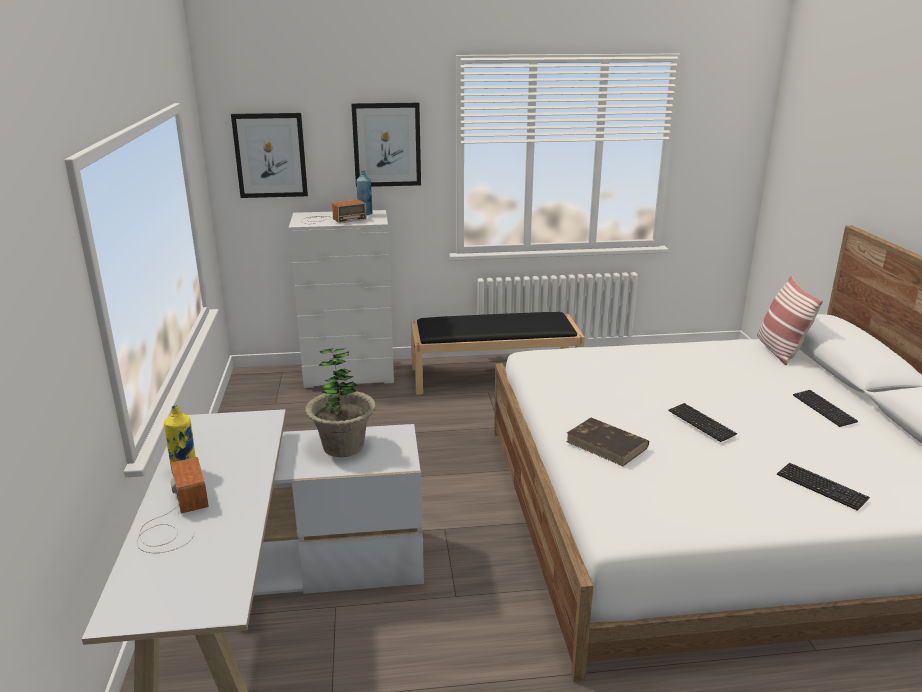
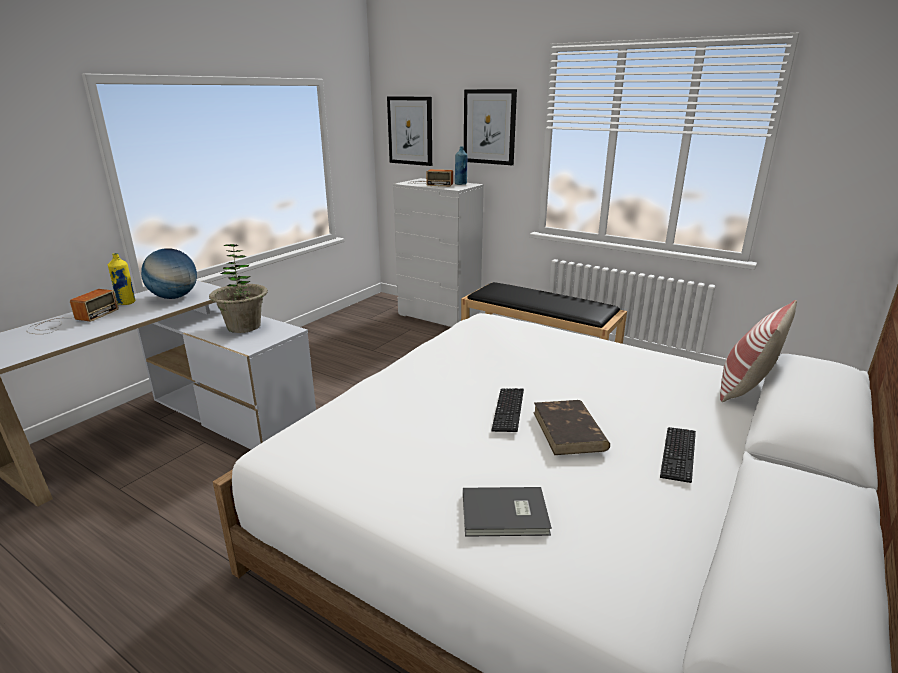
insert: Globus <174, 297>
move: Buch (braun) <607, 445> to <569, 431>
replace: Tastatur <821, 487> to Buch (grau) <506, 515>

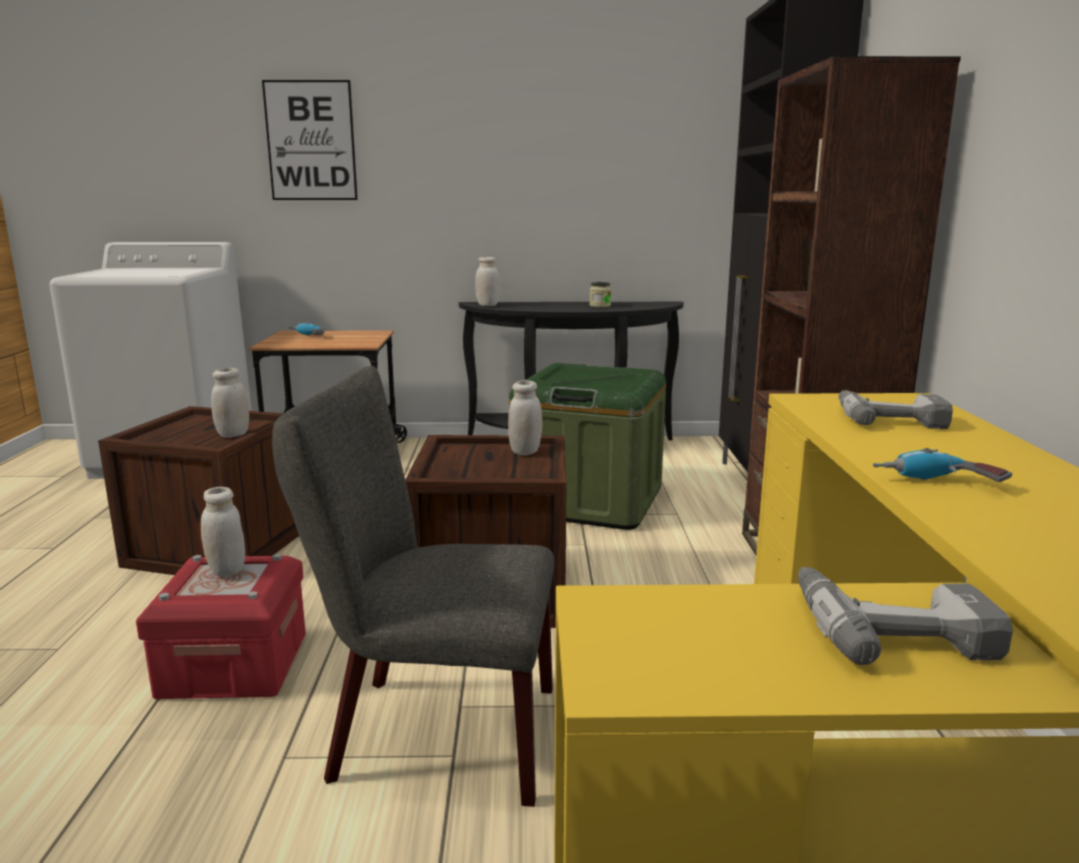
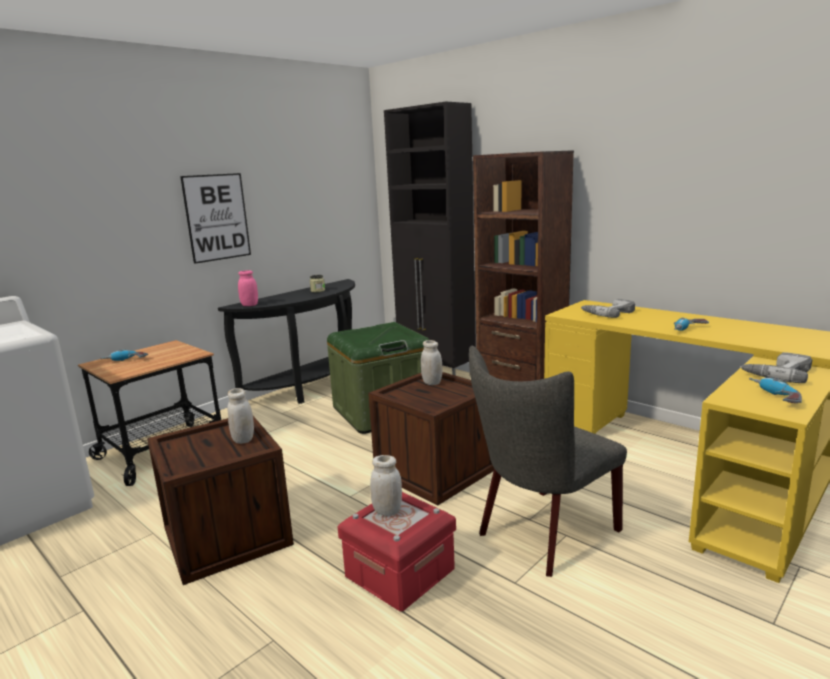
insert: Bohrmaschine <773, 397>
move: Bild <311, 141> to <217, 217>
recolor: Vorratsglas (weiß) <487, 305> to Vorratsglas (rosa) <249, 305>

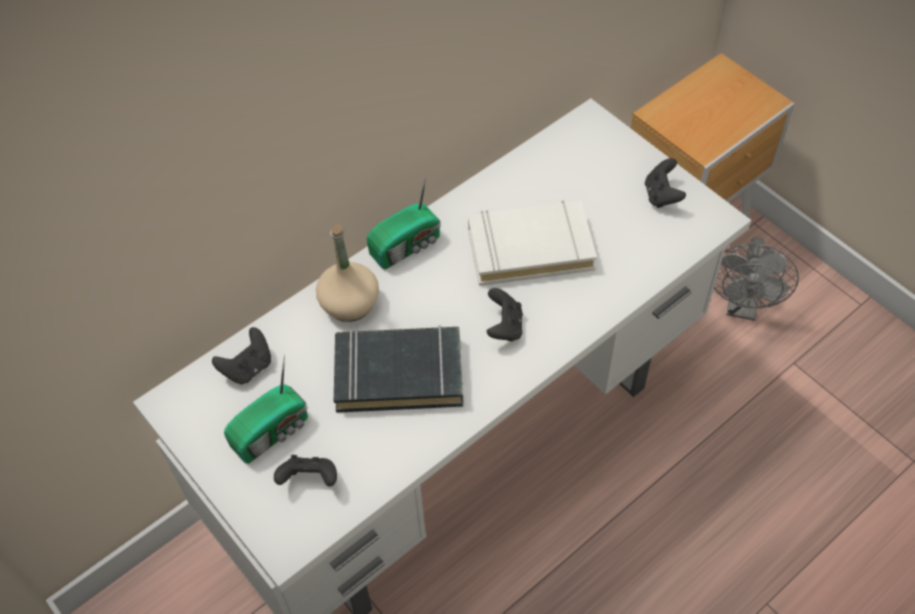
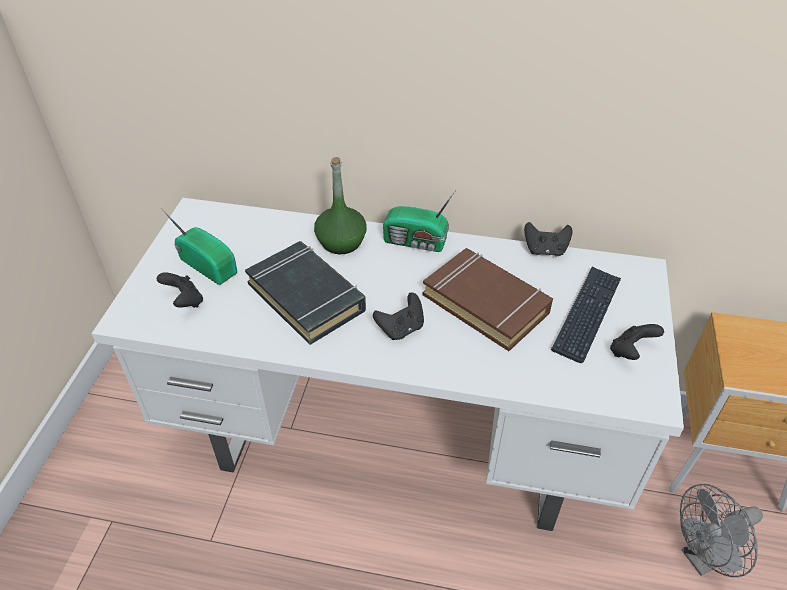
insert: Tastatur <587, 314>
move: Gamepad (schwarz) <248, 368> to <545, 250>
recolor: Buch (weiß) <530, 248> to Buch (braun) <486, 303>; Flasche (beige) <350, 303> to Flasche (grün) <341, 242>
rotate: Radio <273, 432> = <208, 264> 150 degrees counterclockwise

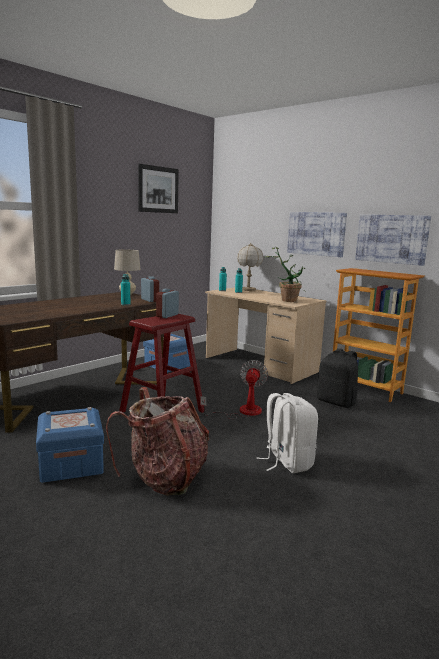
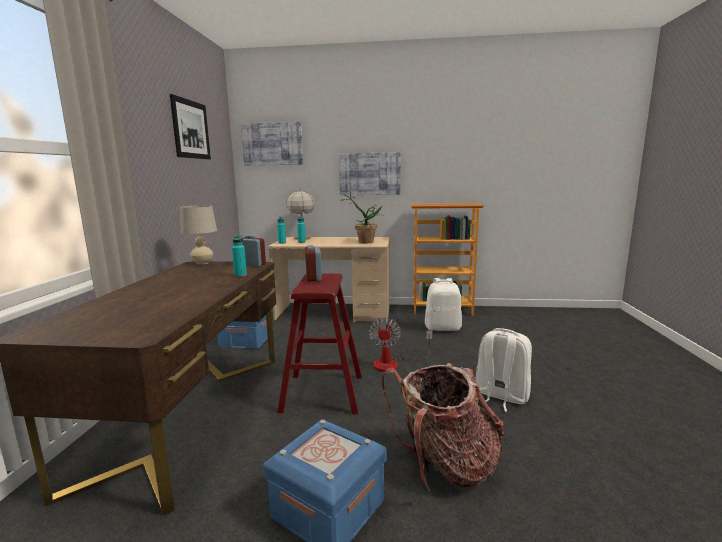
move: Bild <391, 239> to <272, 144>
recolor: Rucksack (schwarz) <336, 402> to Rucksack (weiß) <443, 328>
rotate: Ventilator <242, 412> = <393, 363> 150 degrees counterclockwise

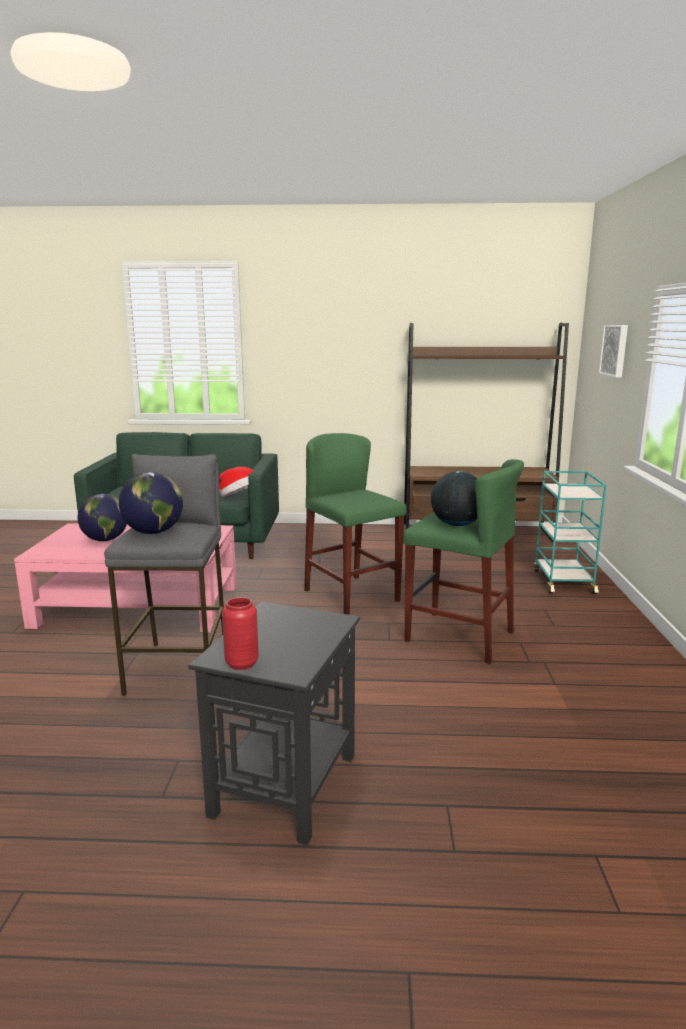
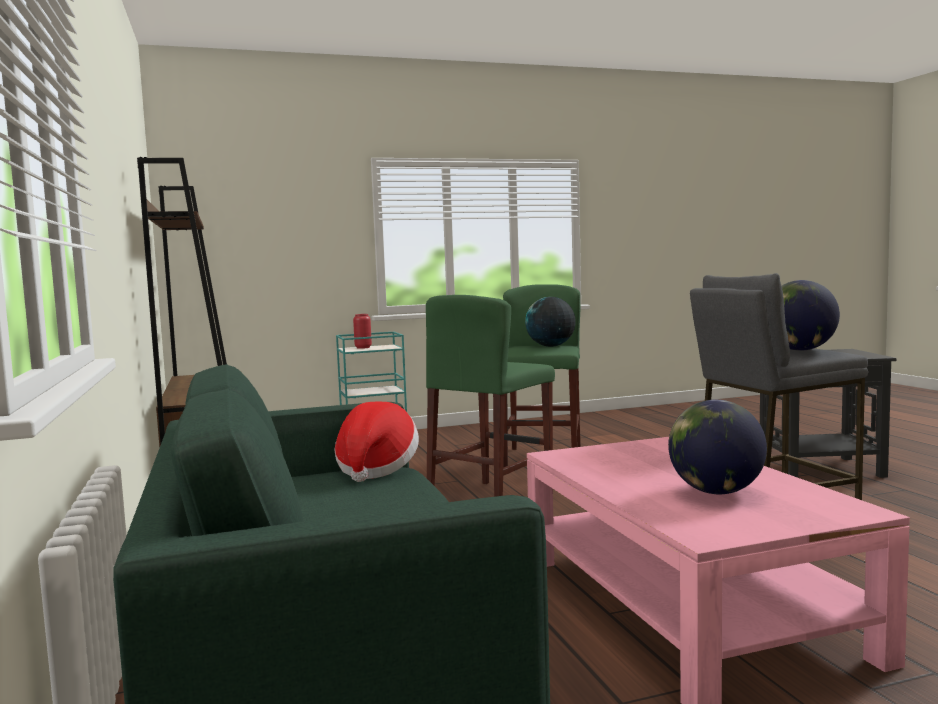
delete: Bild <615, 350>
move: Vase (rot) <242, 663> to <363, 347>

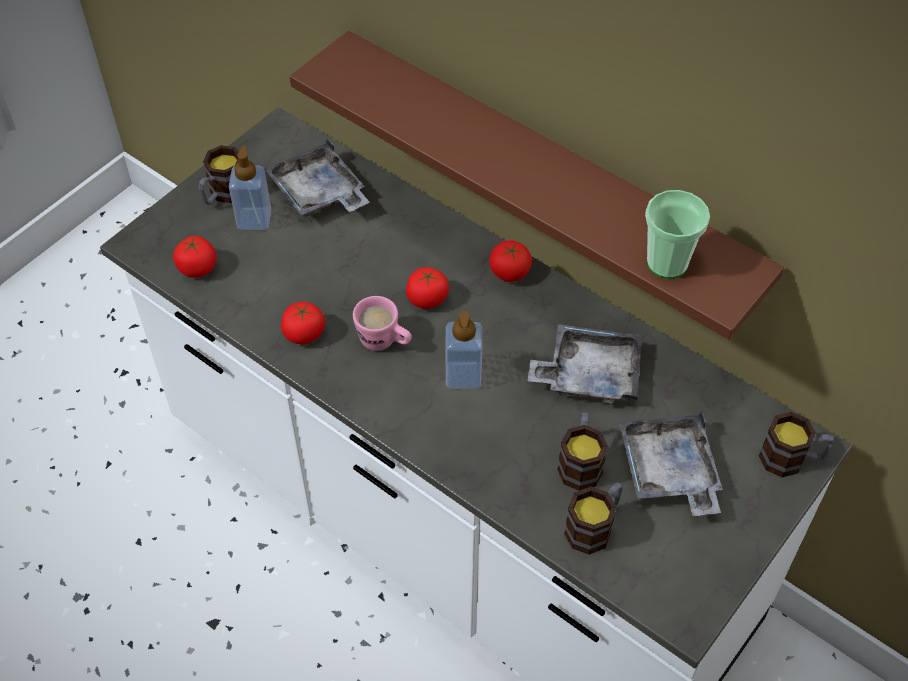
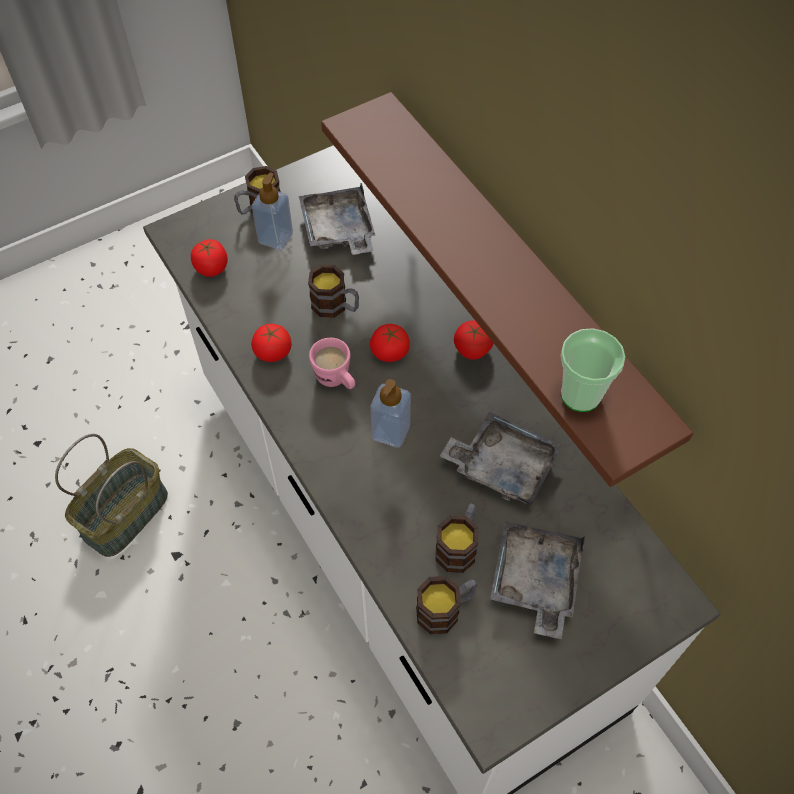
insert: Korb <125, 513>
move: Henkelbecher <791, 459> to <335, 306>

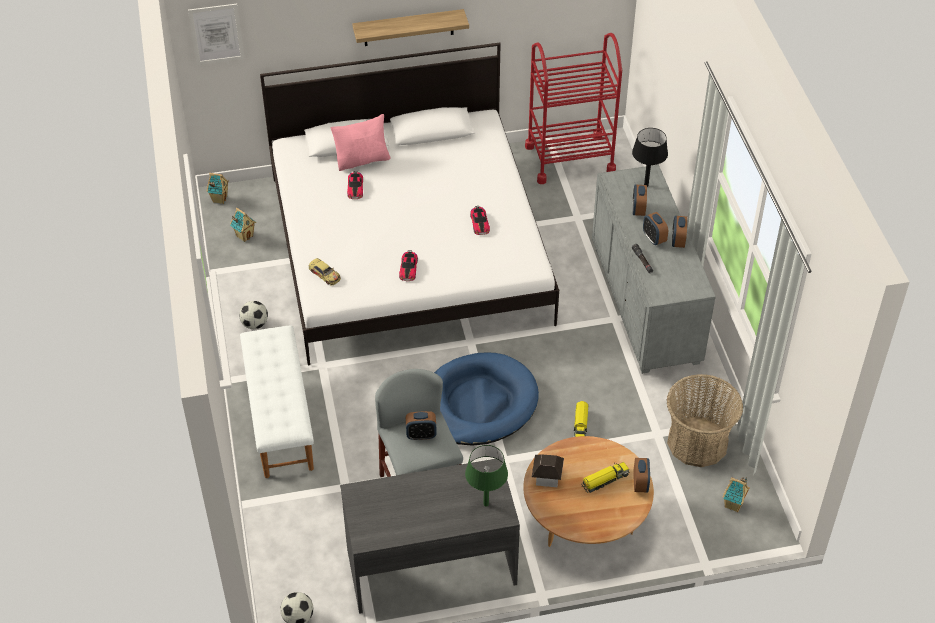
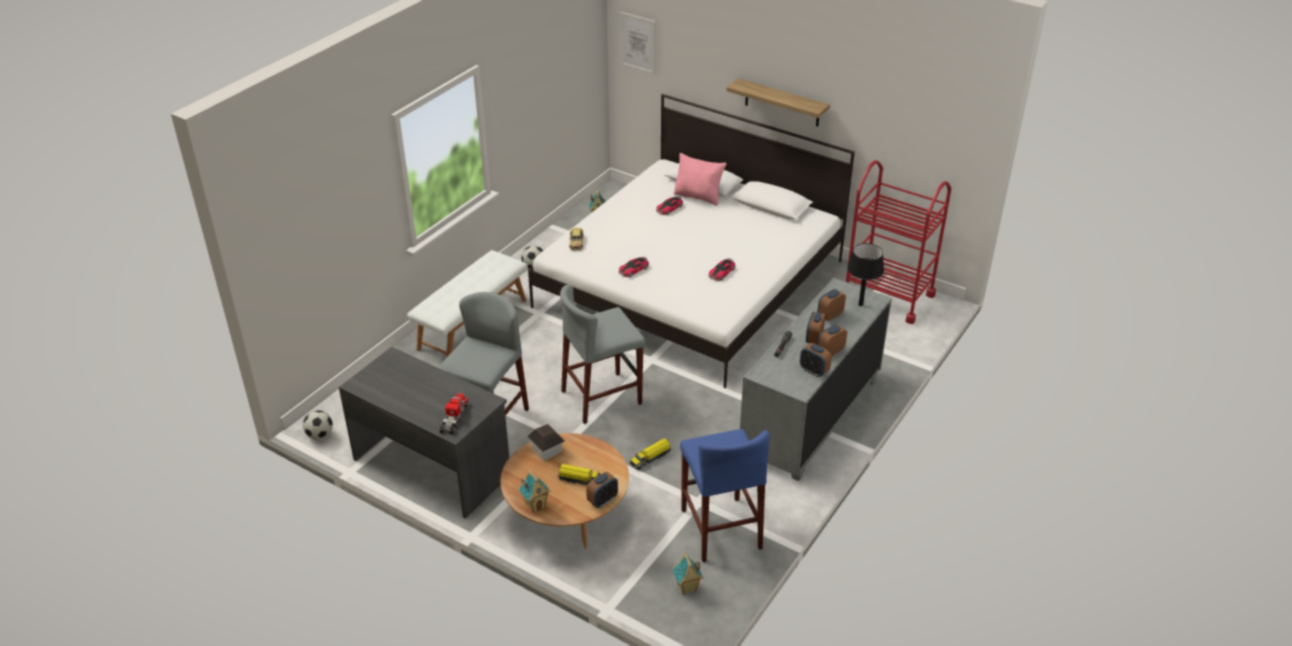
move: Spielzeughaus <219, 199> to <535, 505>; Wecker <421, 435> to <814, 371>
replace: Hundebett (blau) <478, 403> to Hocker (grau) <601, 397>; Korb <697, 442> to Hocker (blau) <720, 529>; Tischlampe (grün) <486, 504> to Spielzeuglaster <454, 418>

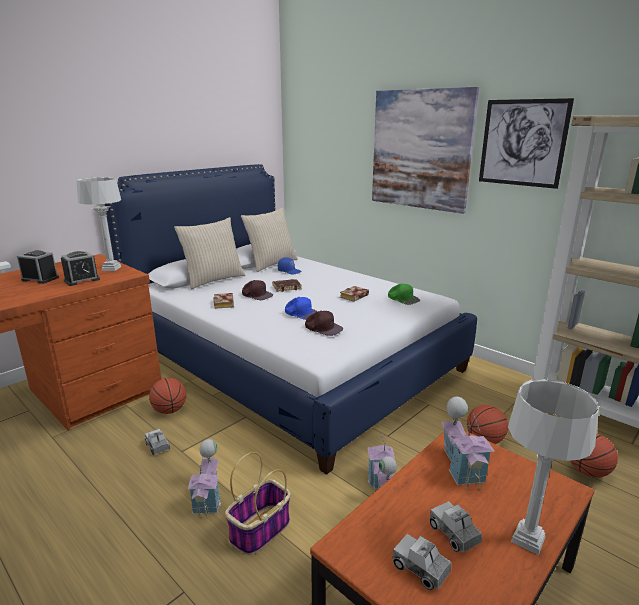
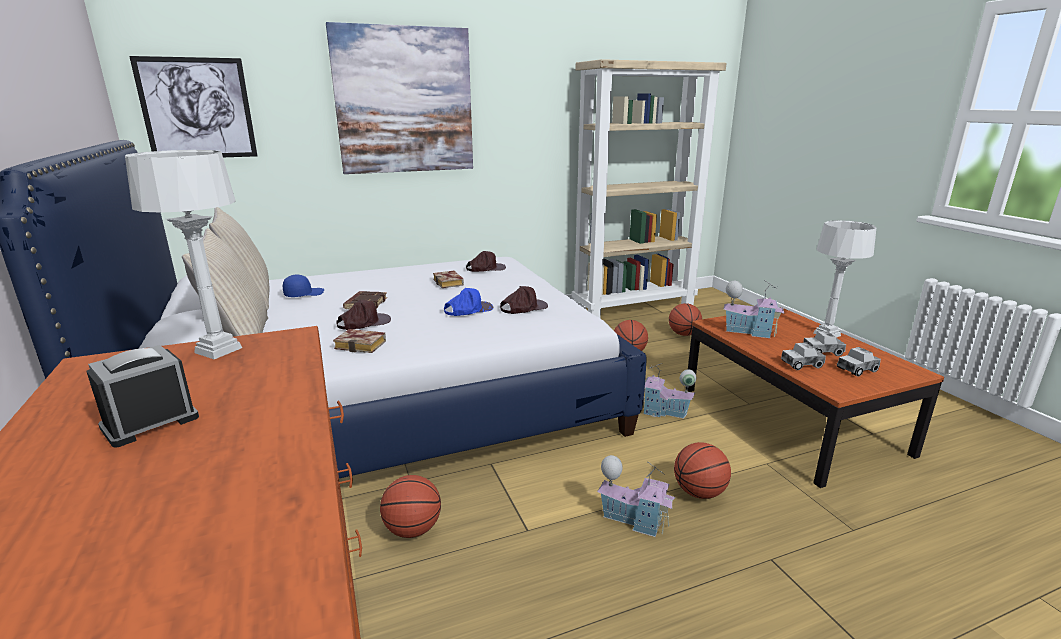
delete: Wecker <82, 280>
move: Bild <522, 143> to <197, 109>; Spielzeuglaster <157, 446> to <802, 364>
replace: Korb <260, 531> to Basketball <699, 492>
recolor: Kappe (grün) <403, 298> to Kappe (braun) <486, 268>

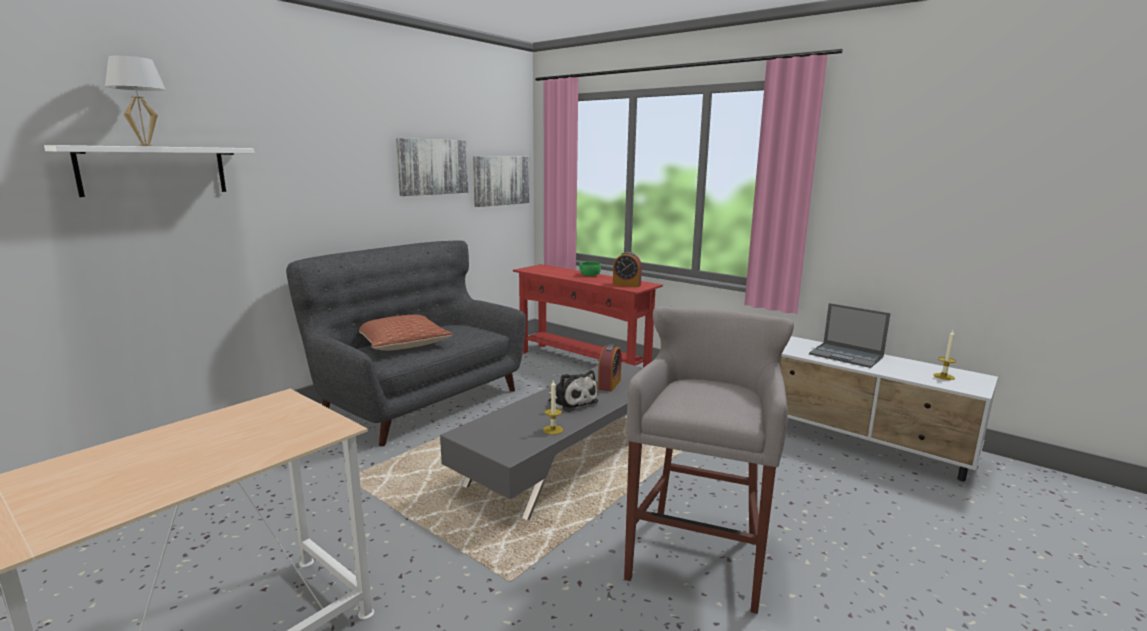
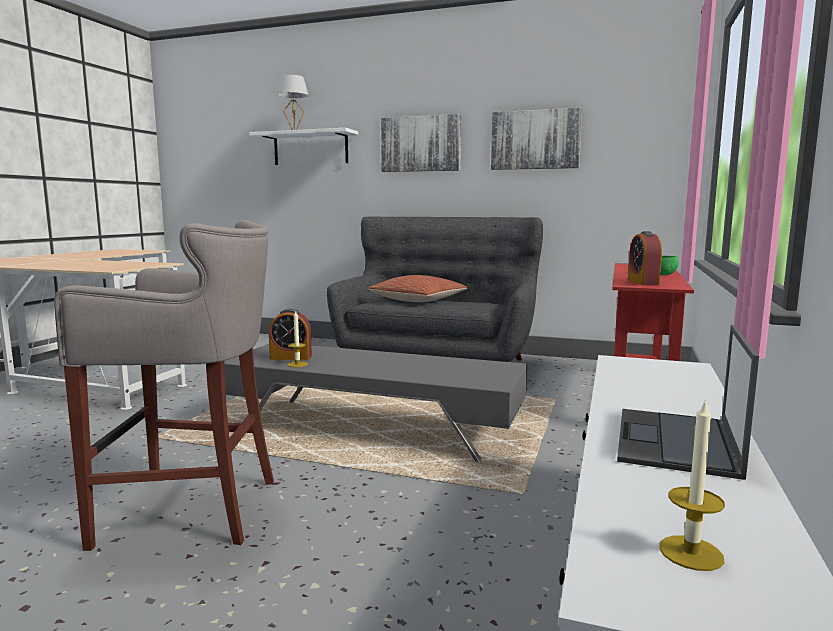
delete: Plüschtier <571, 401>
move: Bild <501, 180> to <421, 144>; Wecker <609, 384> to <291, 357>

